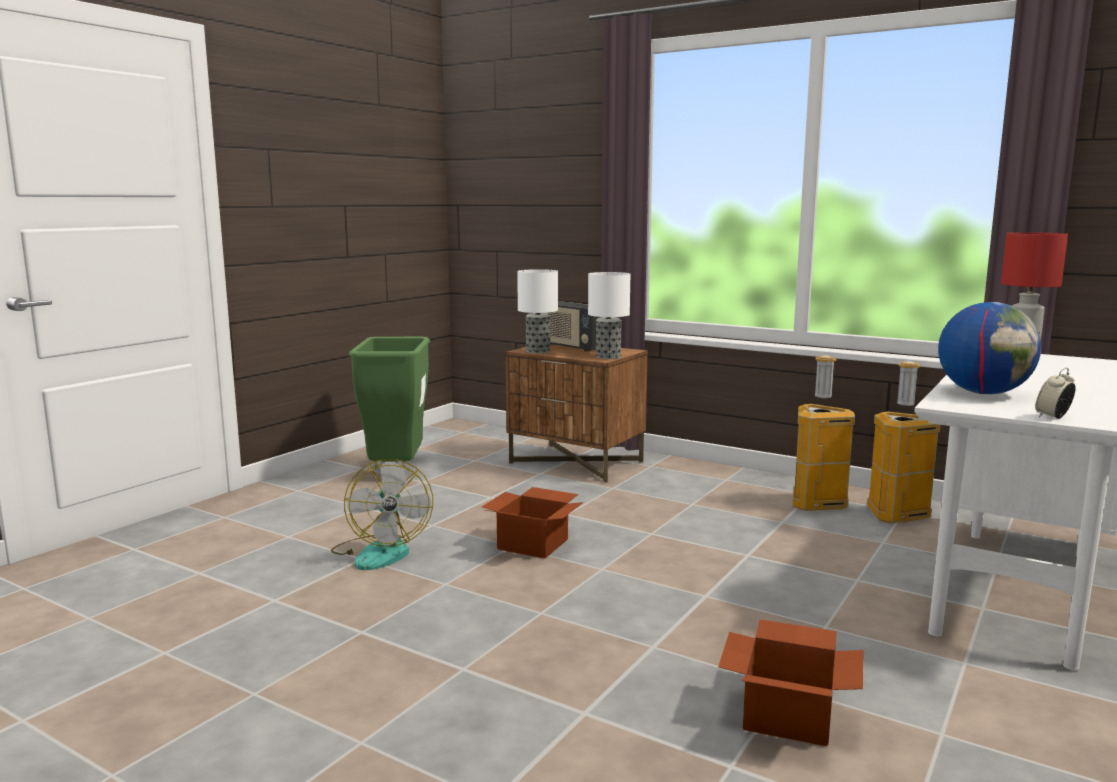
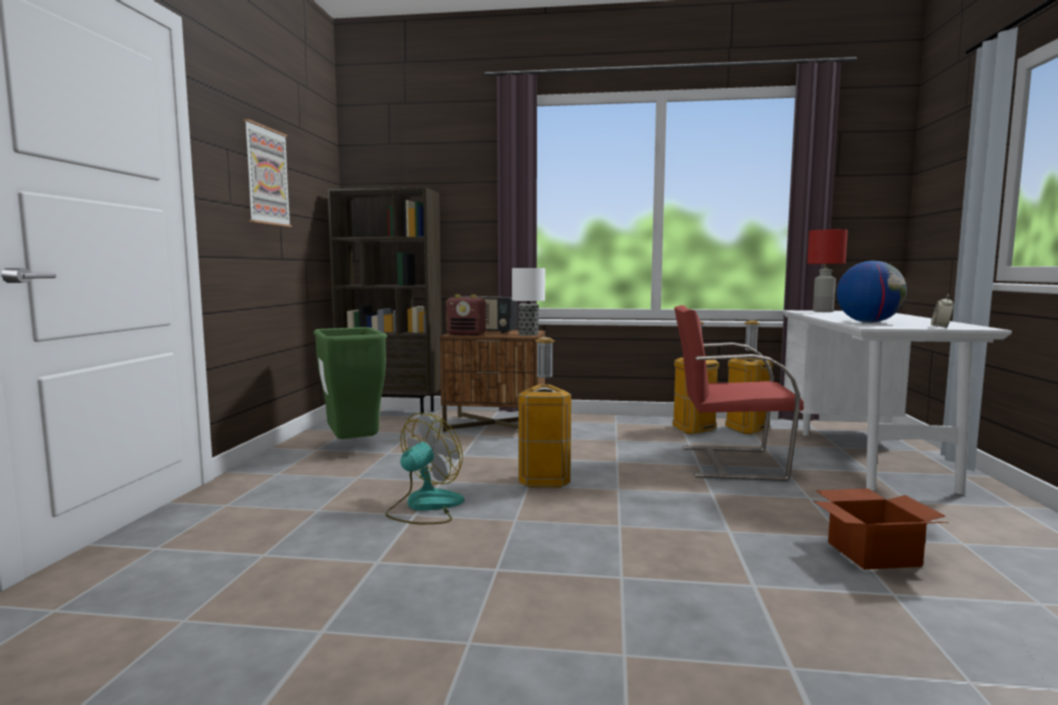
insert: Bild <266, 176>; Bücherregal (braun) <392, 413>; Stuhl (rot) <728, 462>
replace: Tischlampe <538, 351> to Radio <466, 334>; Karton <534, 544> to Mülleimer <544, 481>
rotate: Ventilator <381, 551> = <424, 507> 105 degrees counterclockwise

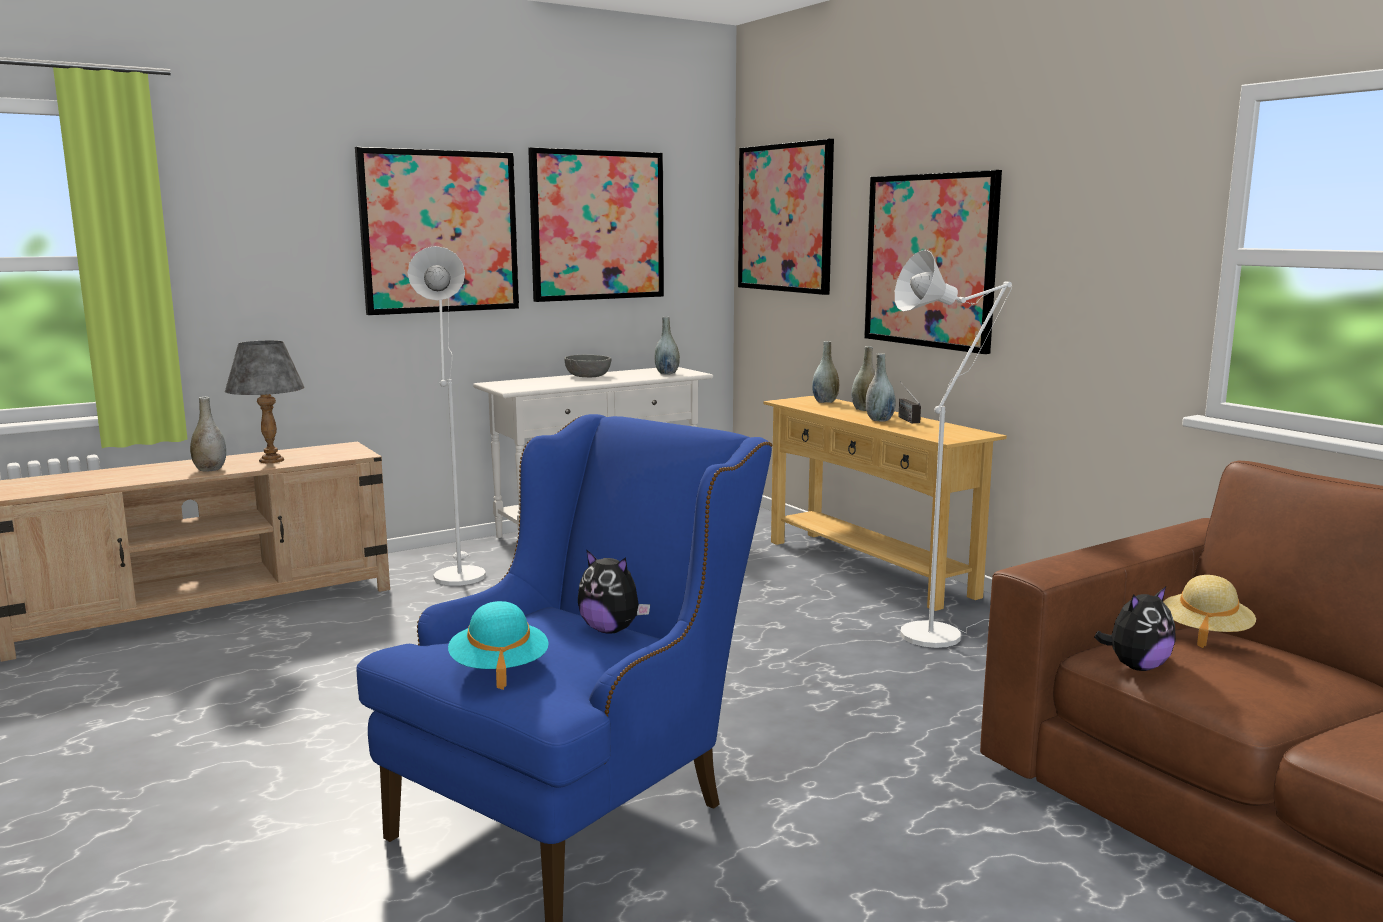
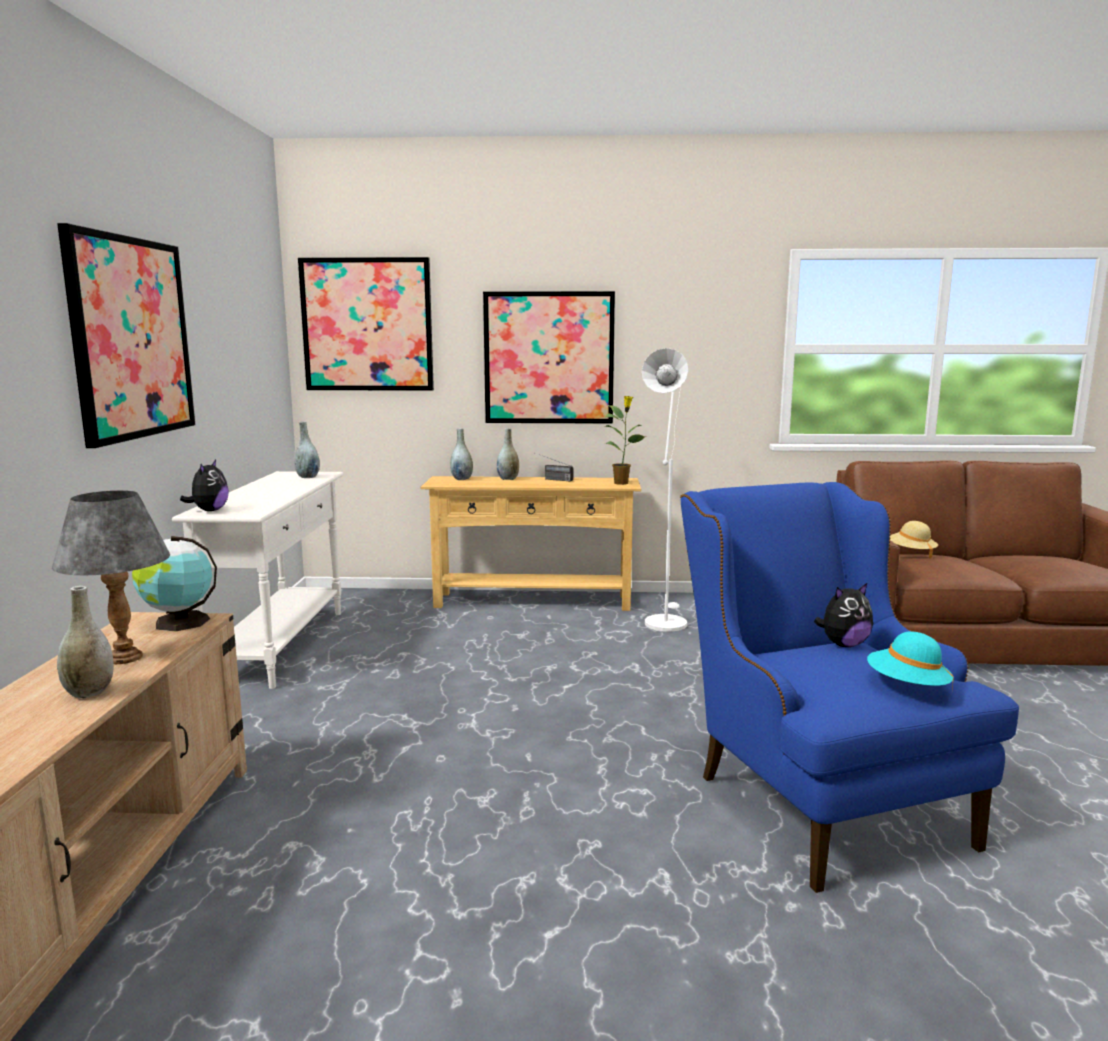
delete: Bild <597, 225>; Stehlampe (weiß) <457, 573>; Vase (grau) <879, 420>; Schüssel (grau) <588, 376>
insert: Topfpflanze <622, 483>; Globus <178, 623>
move: Plüschtier <1136, 666> to <209, 511>

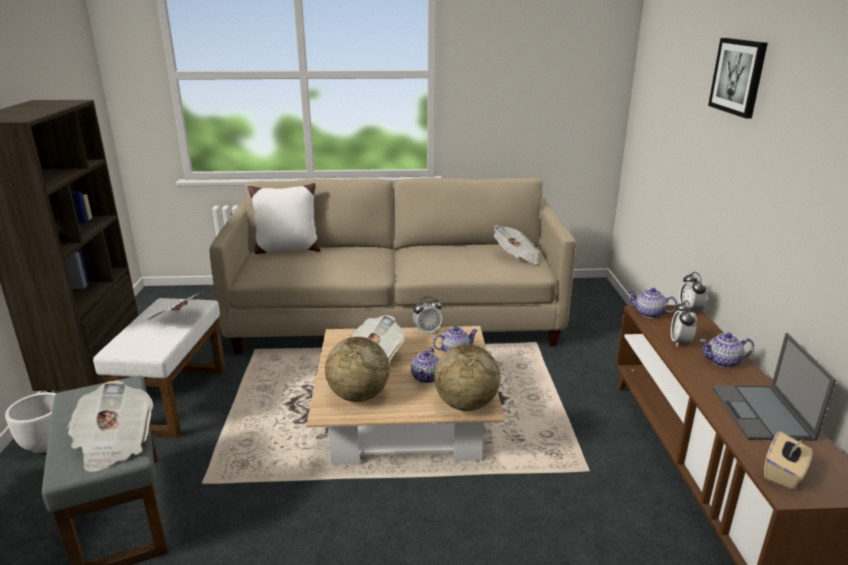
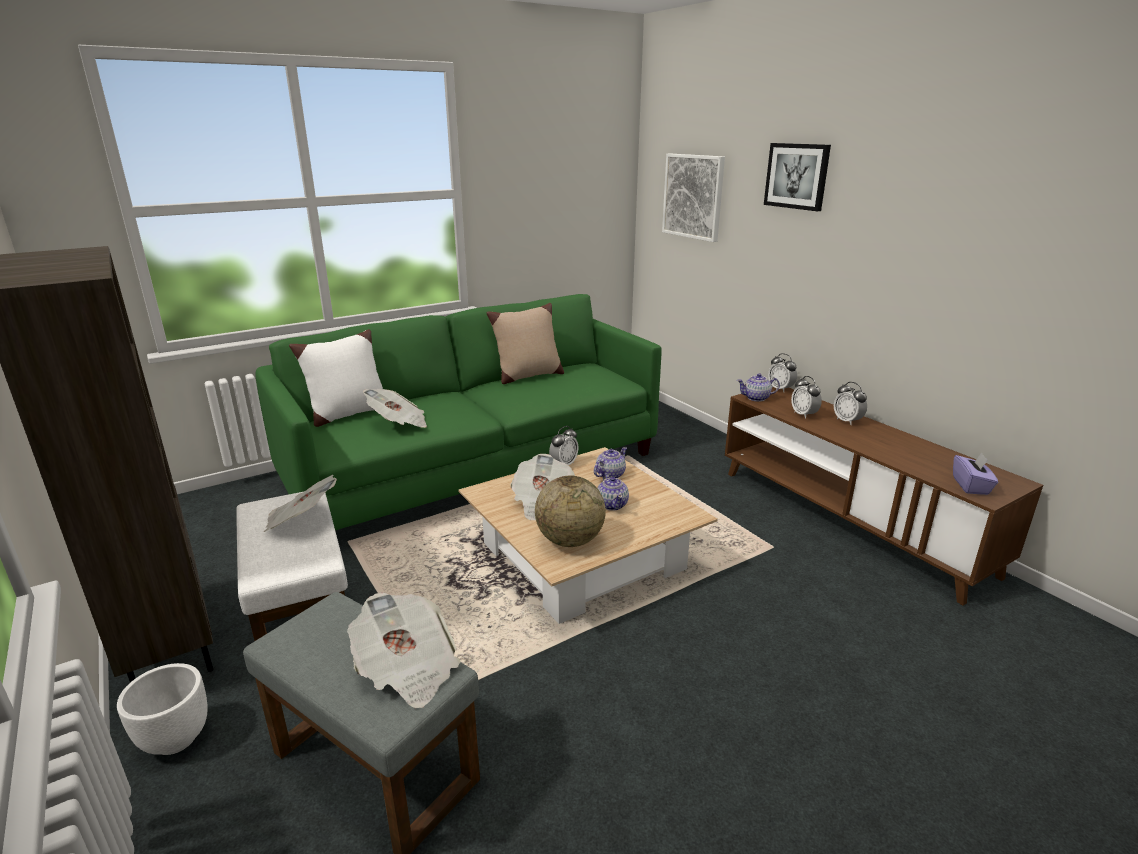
delete: Laptop <762, 413>; Globus <466, 404>
insert: Bild <693, 196>; Kissen (beige) <527, 376>
move: Zeitung <516, 257> to <399, 423>
replace: Teekanne <723, 362> to Wecker <847, 421>
recolor: Sofa (beige) <397, 318> to Sofa (grün) <475, 467>; Taschentuchbox (beige) <784, 474> to Taschentuchbox (lila) <971, 486>

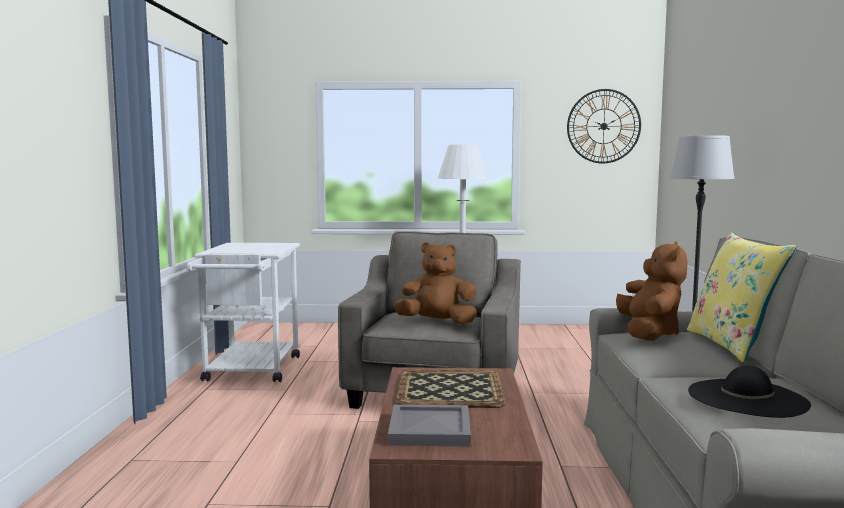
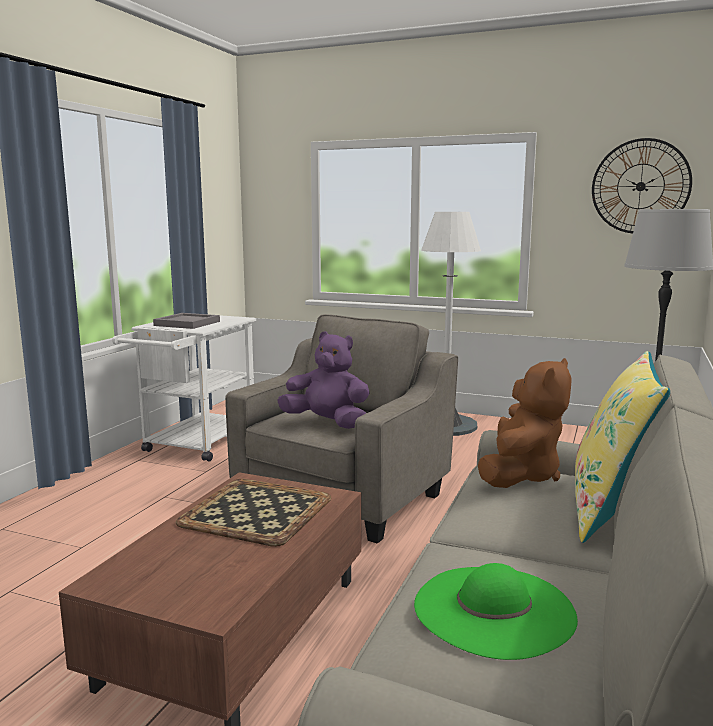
move: Tablett (grau) <428, 430> to <186, 323>
recolor: Plüschtier (braun) <437, 322> to Plüschtier (lila) <327, 423>; Hut (schwarz) <747, 398> to Hut (grün) <494, 609>

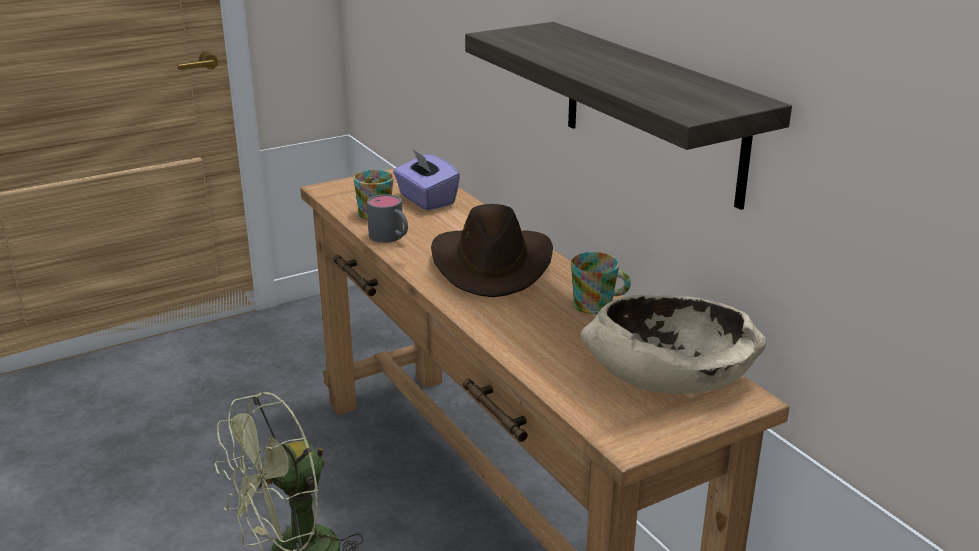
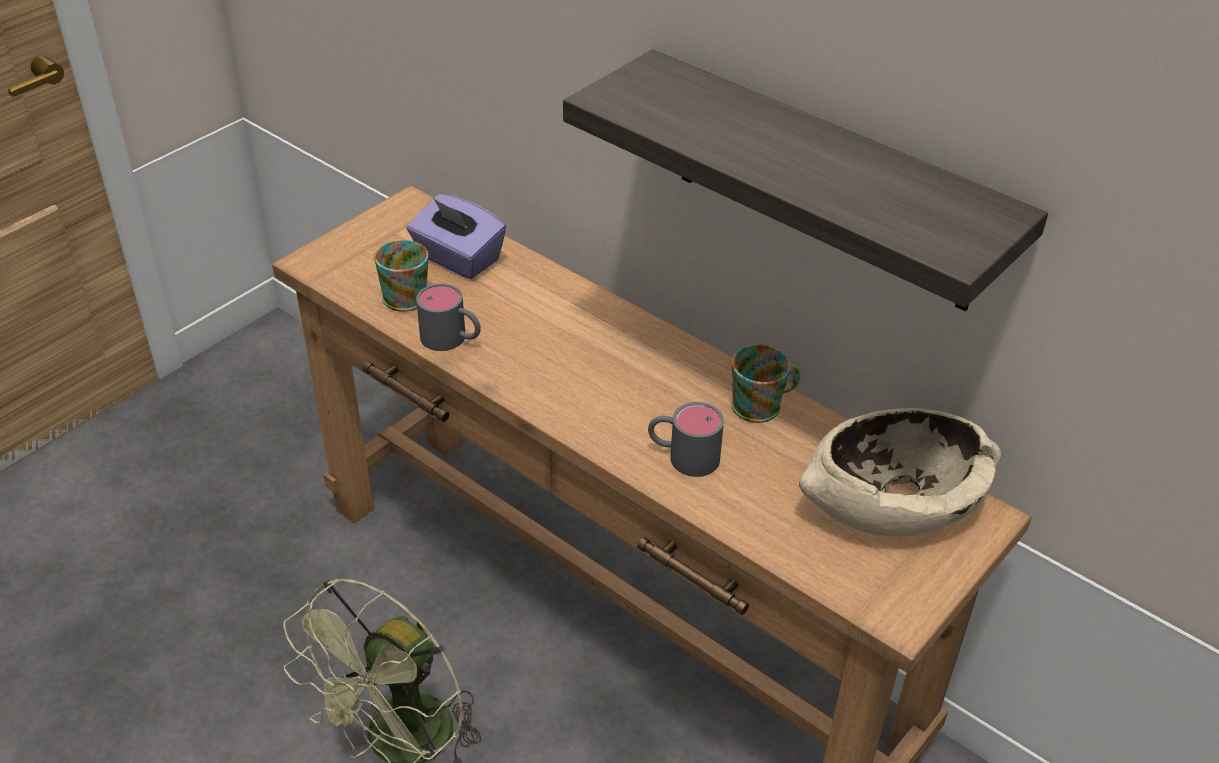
delete: Hut (braun) <492, 265>
insert: Henkelbecher (grau) <683, 456>

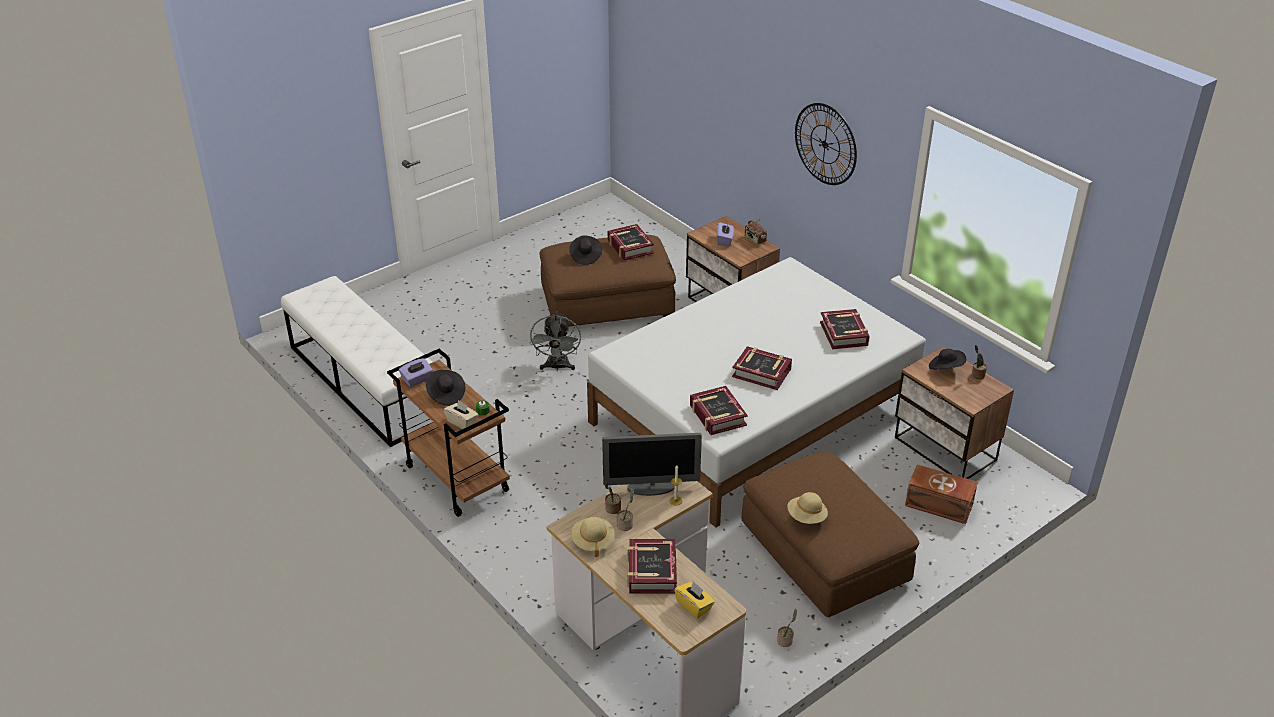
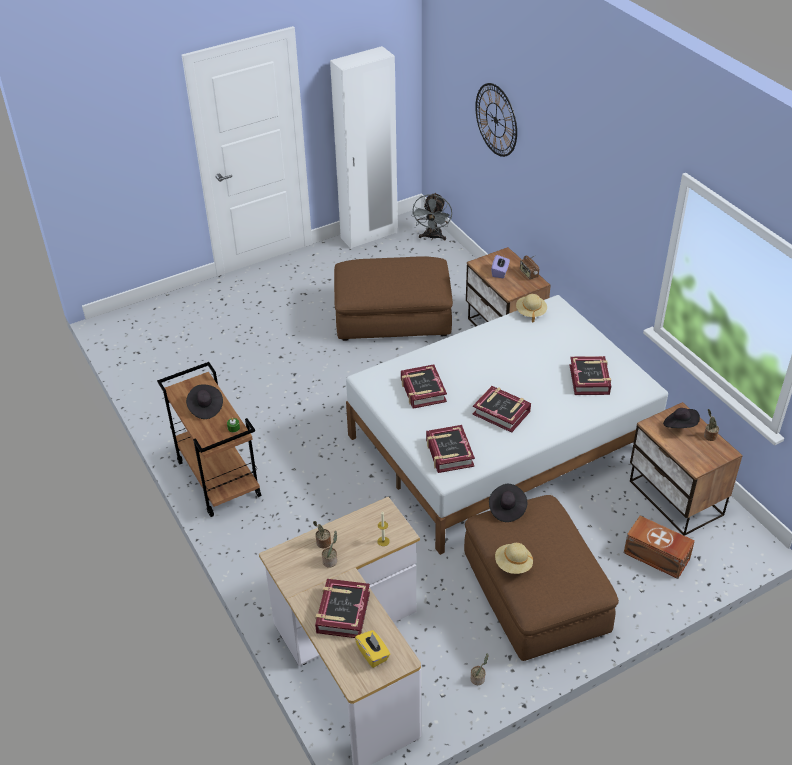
delete: Bank (weiß) <365, 383>; Taschentuchbox (lila) <417, 380>; Taschentuchbox (beige) <462, 422>; Monitor <651, 487>
insert: Kleiderschrank (weiß) <369, 235>
move: Wanduhr <825, 144> to <496, 120>; Buch <630, 247> to <422, 390>; Hut (schwarz) <585, 256> to <507, 509>; Ventilator (grau) <557, 367> to <432, 237>; Hut (beige) <593, 541> to <530, 312>

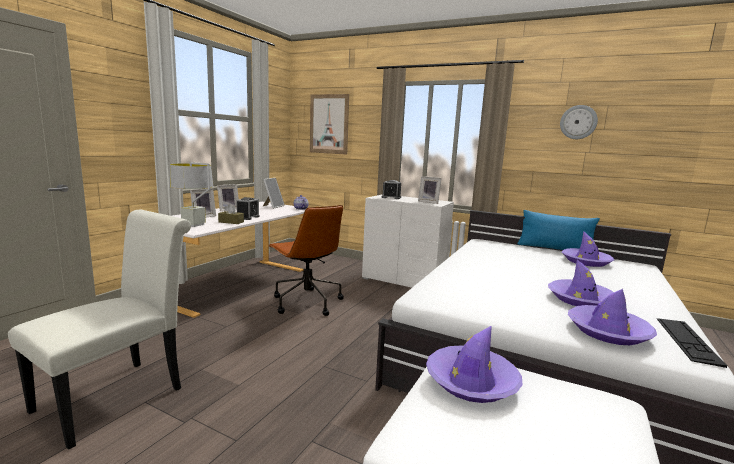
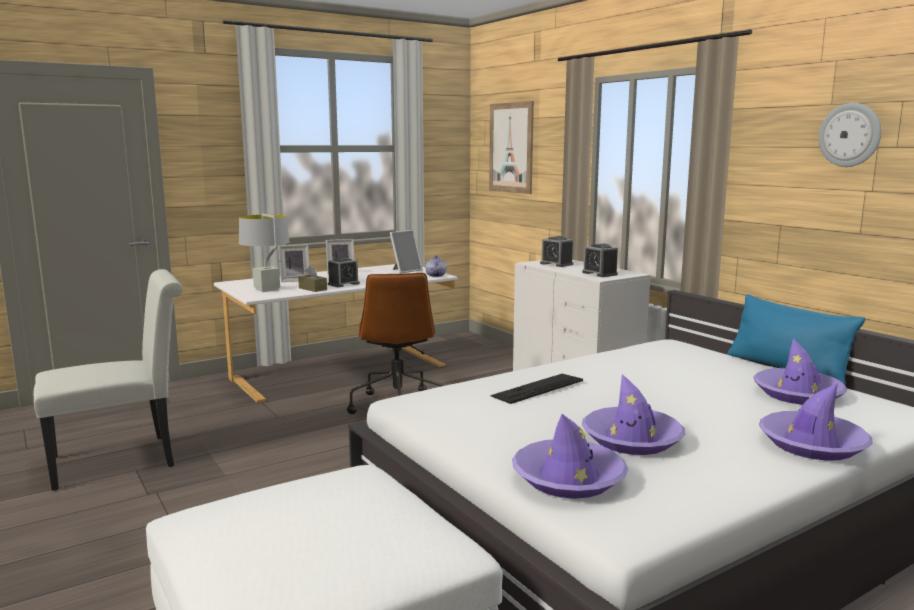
move: Tastatur <687, 340> to <538, 388>; Hut (lila) <471, 381> to <812, 444>
replace: Bilderrahmen <429, 202> to Wecker <599, 274>

